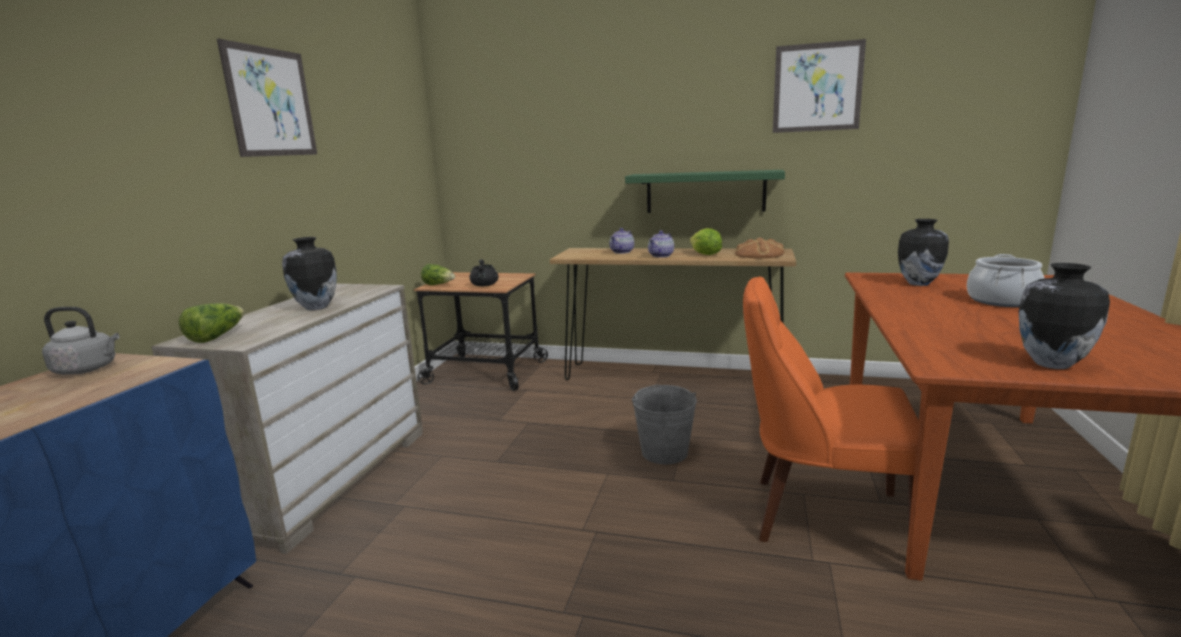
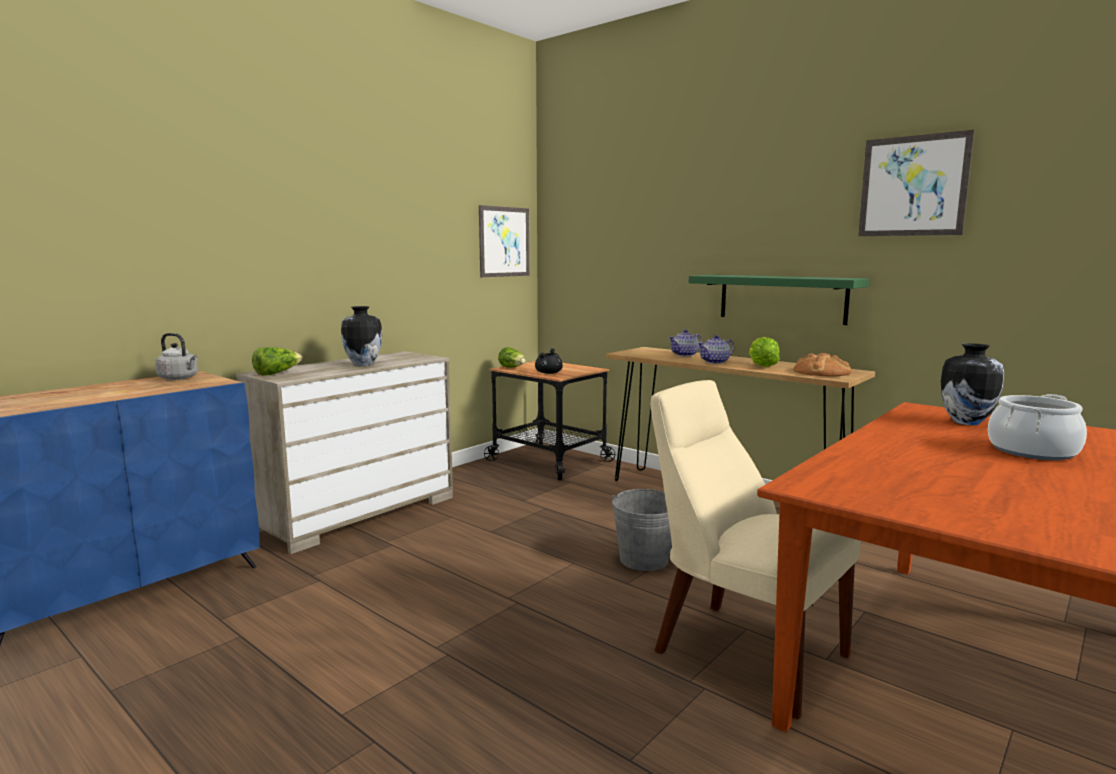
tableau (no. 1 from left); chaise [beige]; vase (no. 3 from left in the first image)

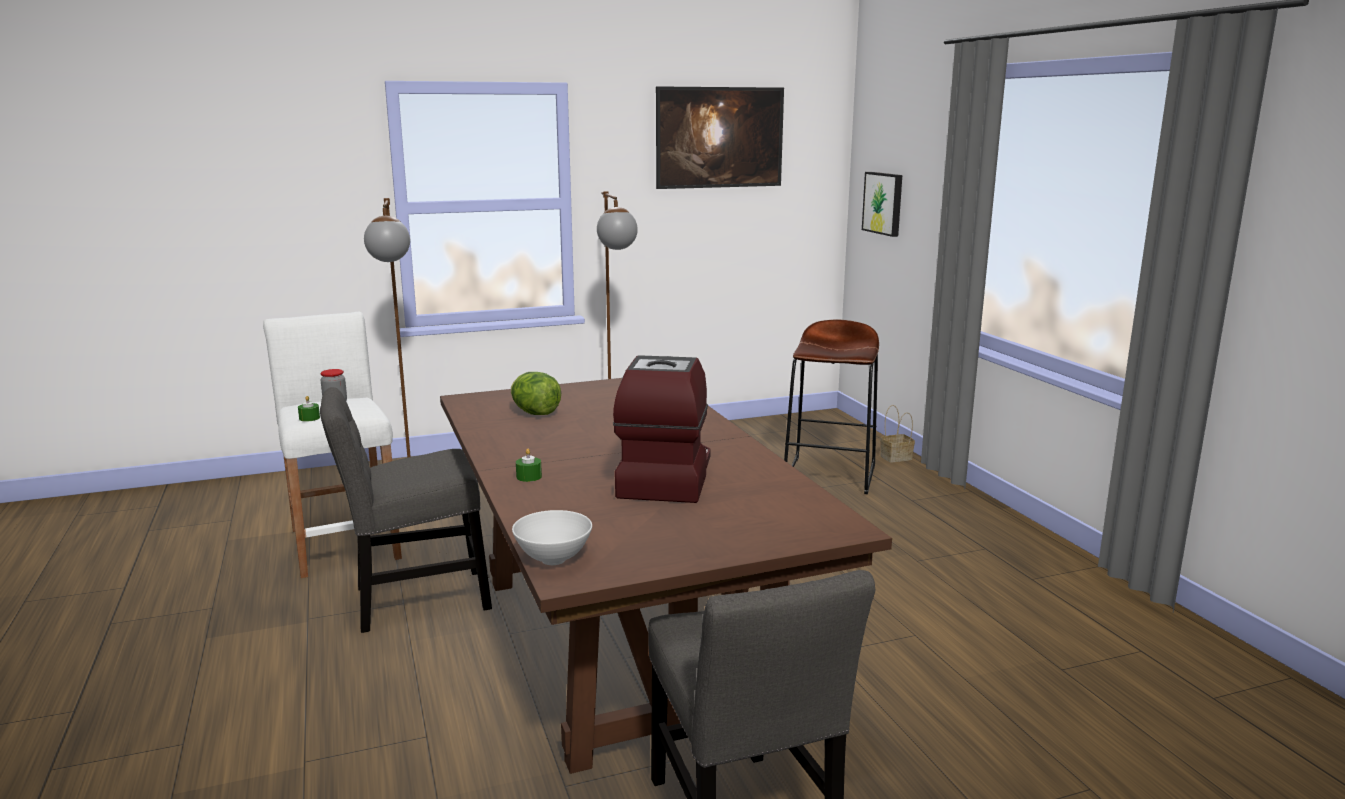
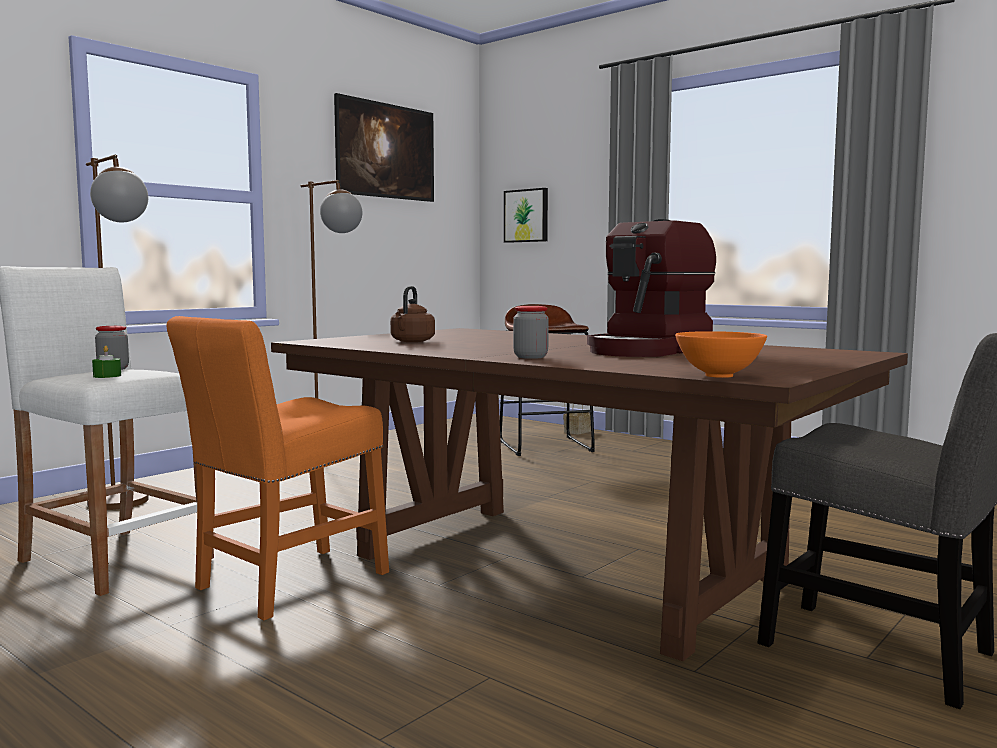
chaise [orange]; bouilloire [marron]; bocal (no. 2 from left); machine à café; bol [orange]

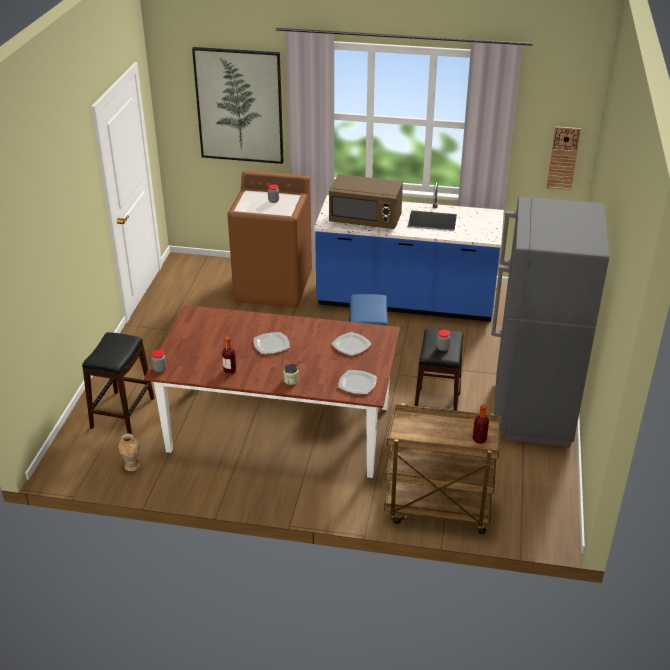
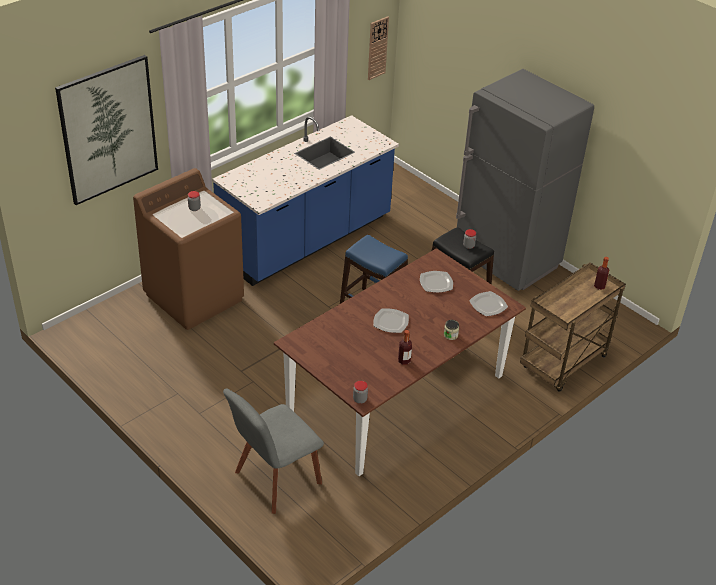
chaise [gris]; vase; micro-ondes [marron]

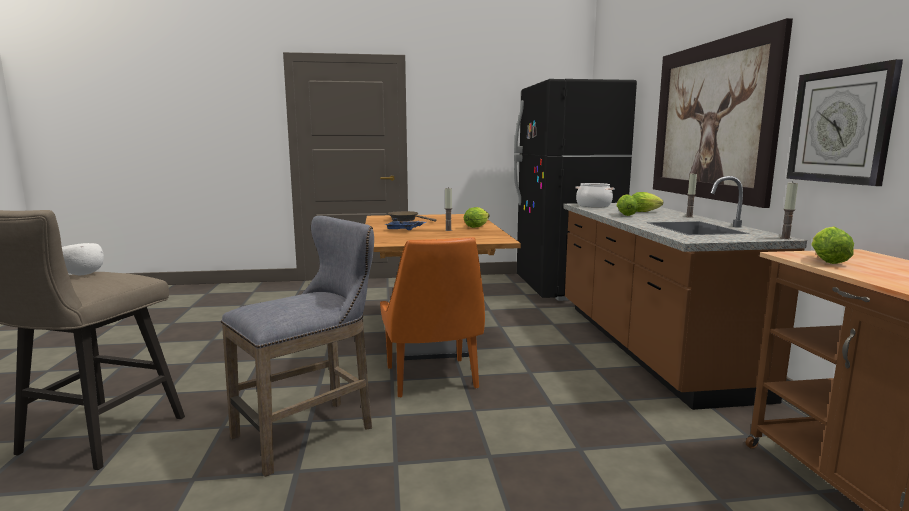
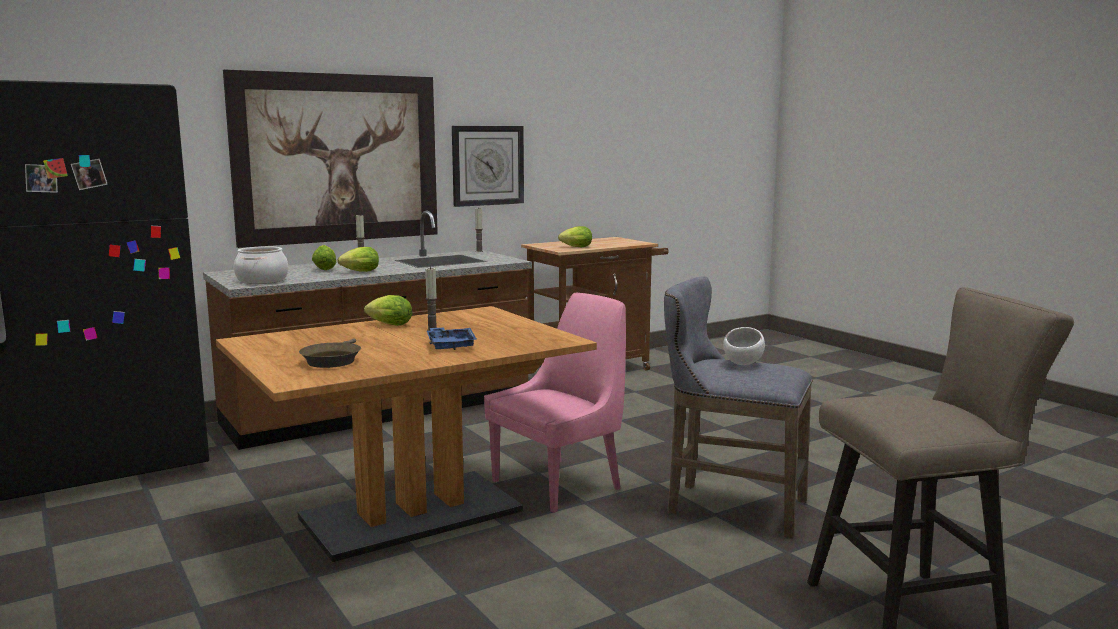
chaise [rose]; bol [blanc]

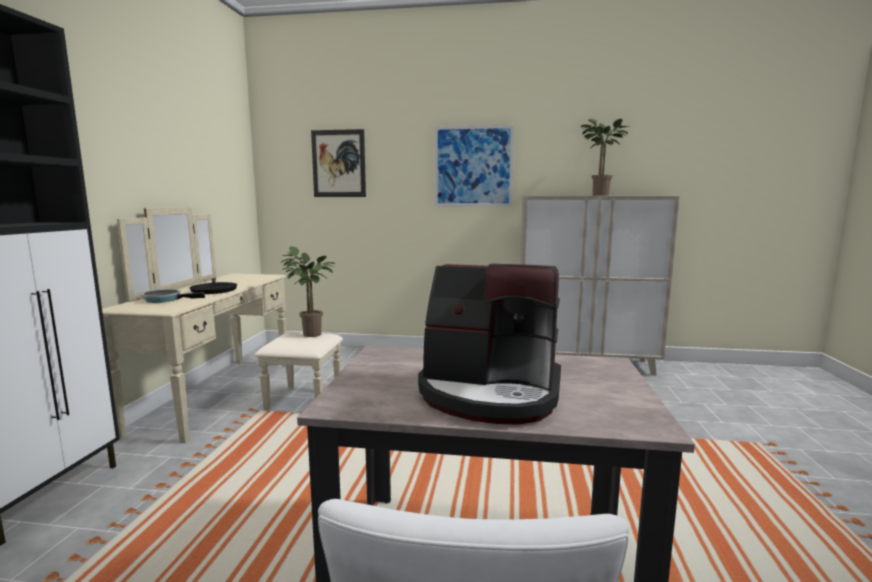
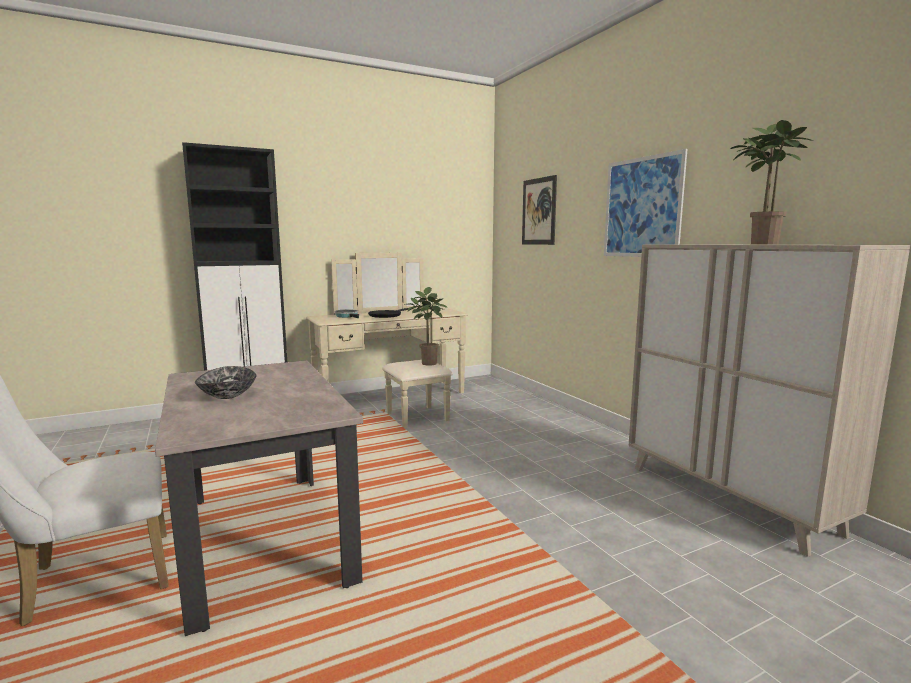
bol

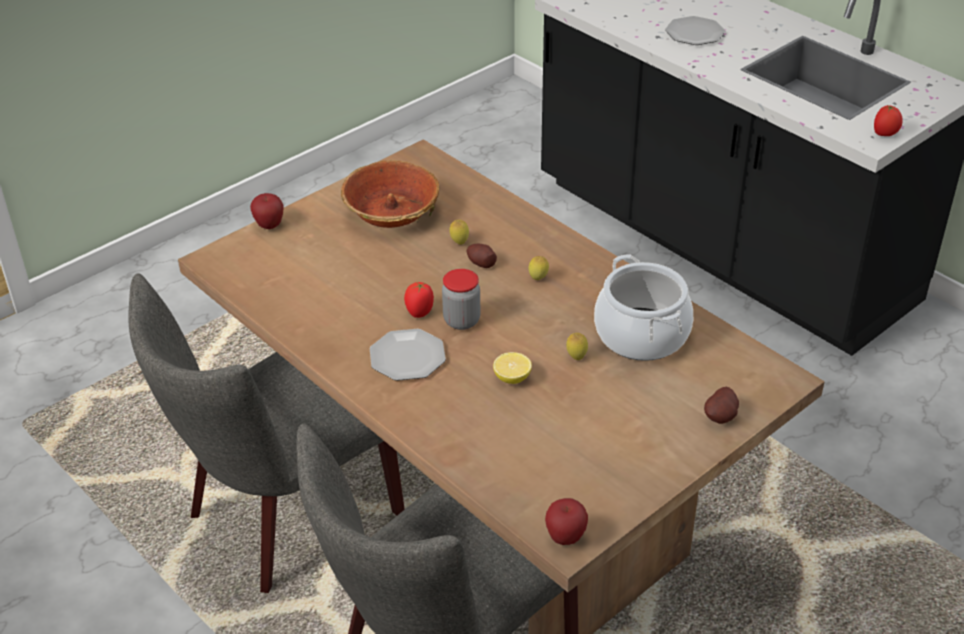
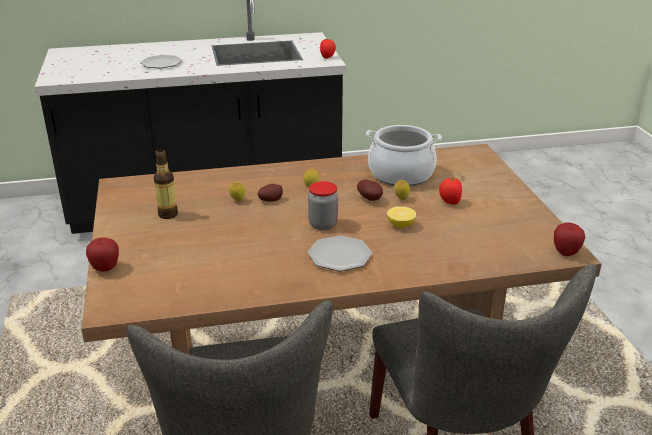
bouteille; pomme de terre (no. 2 from left); tomate (no. 2 from left)

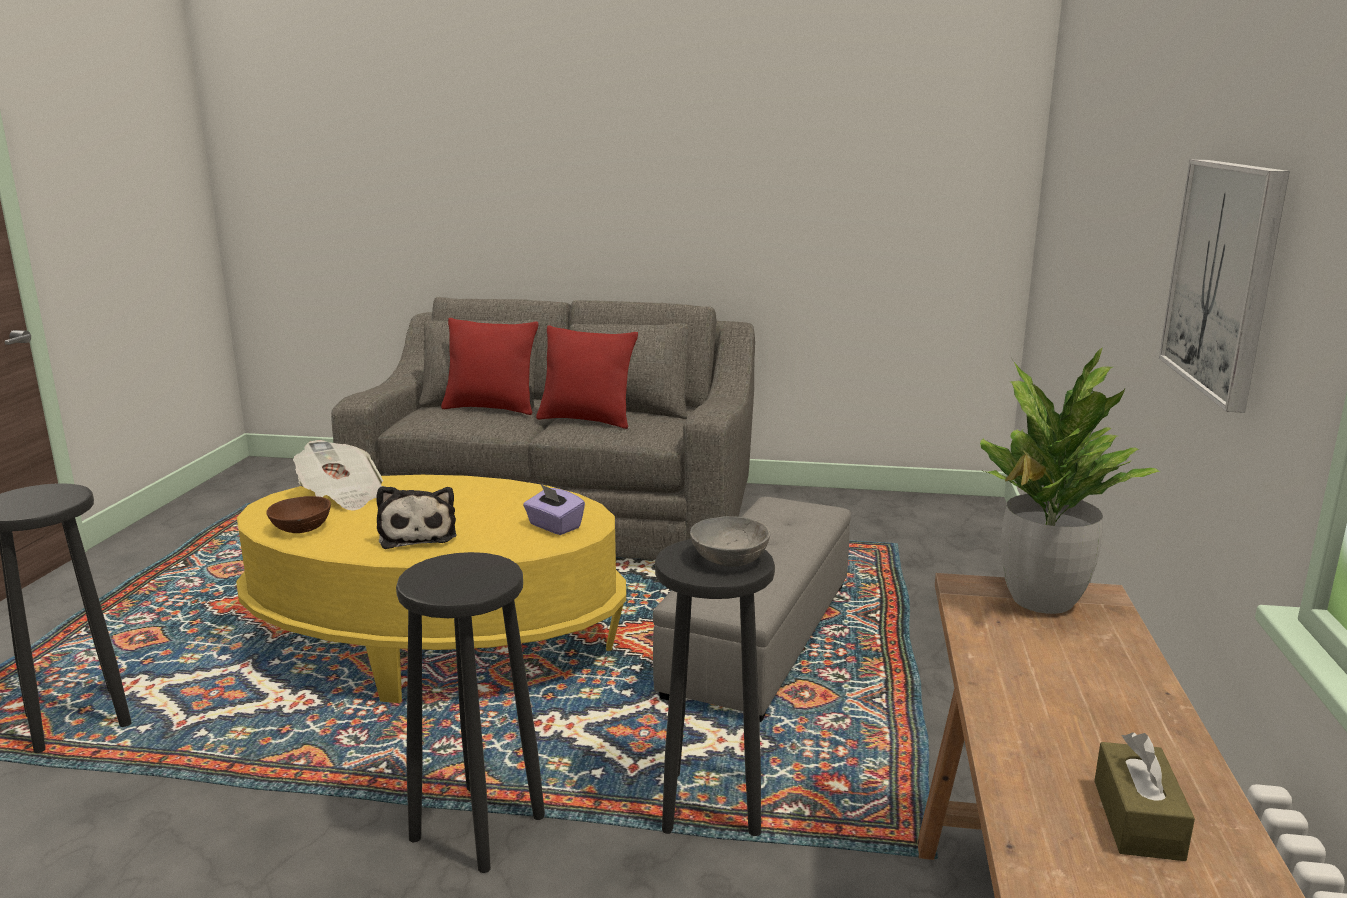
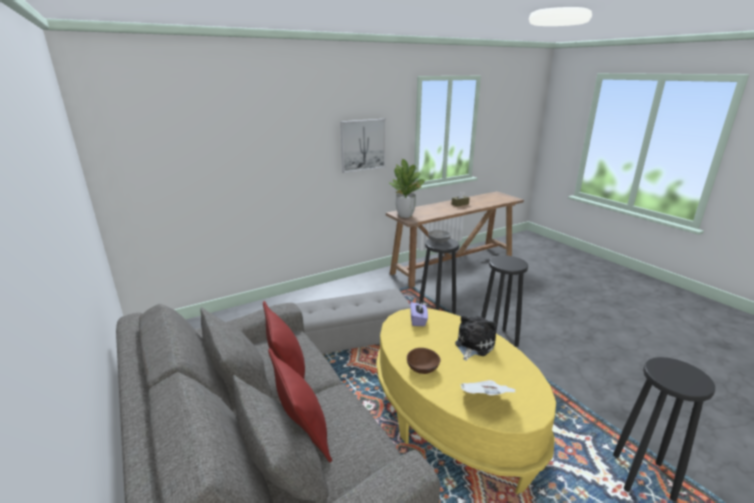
bol [marron]

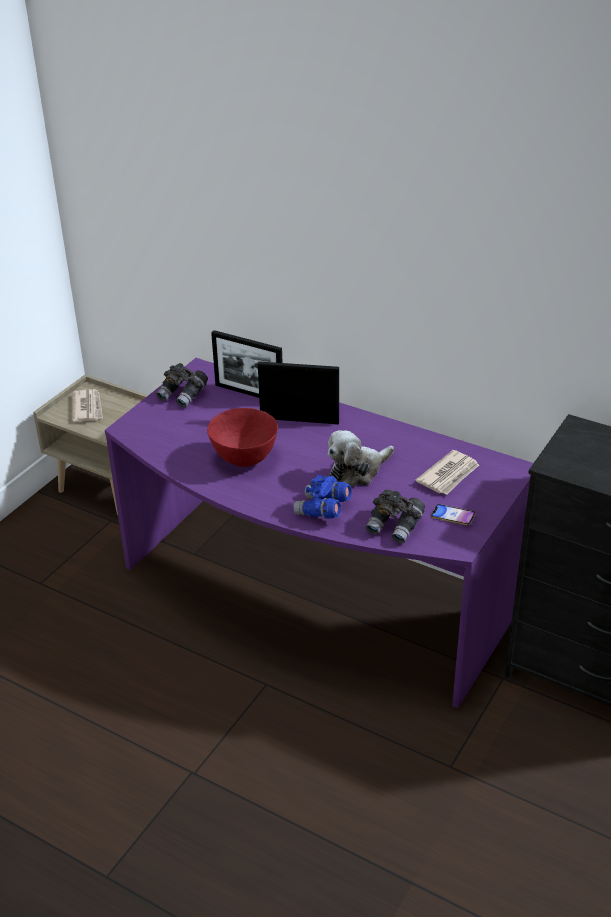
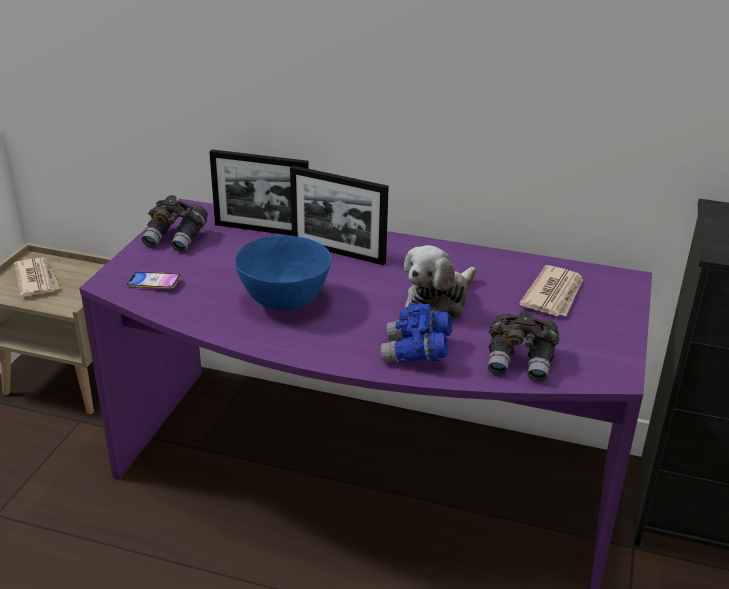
téléphone; bol [bleu]; cadre photo (no. 2 from left)

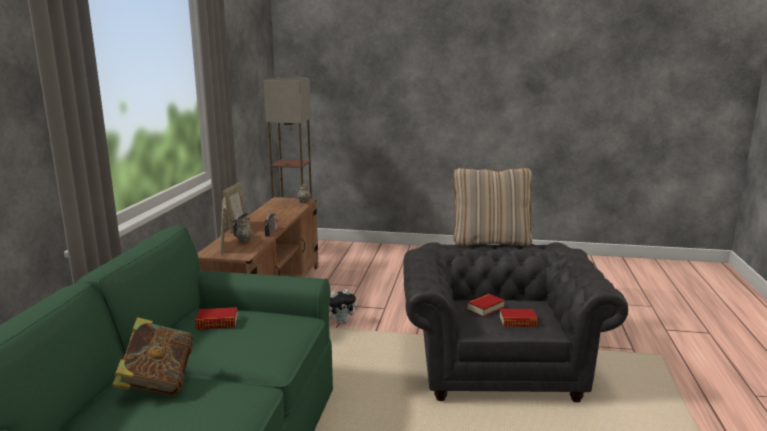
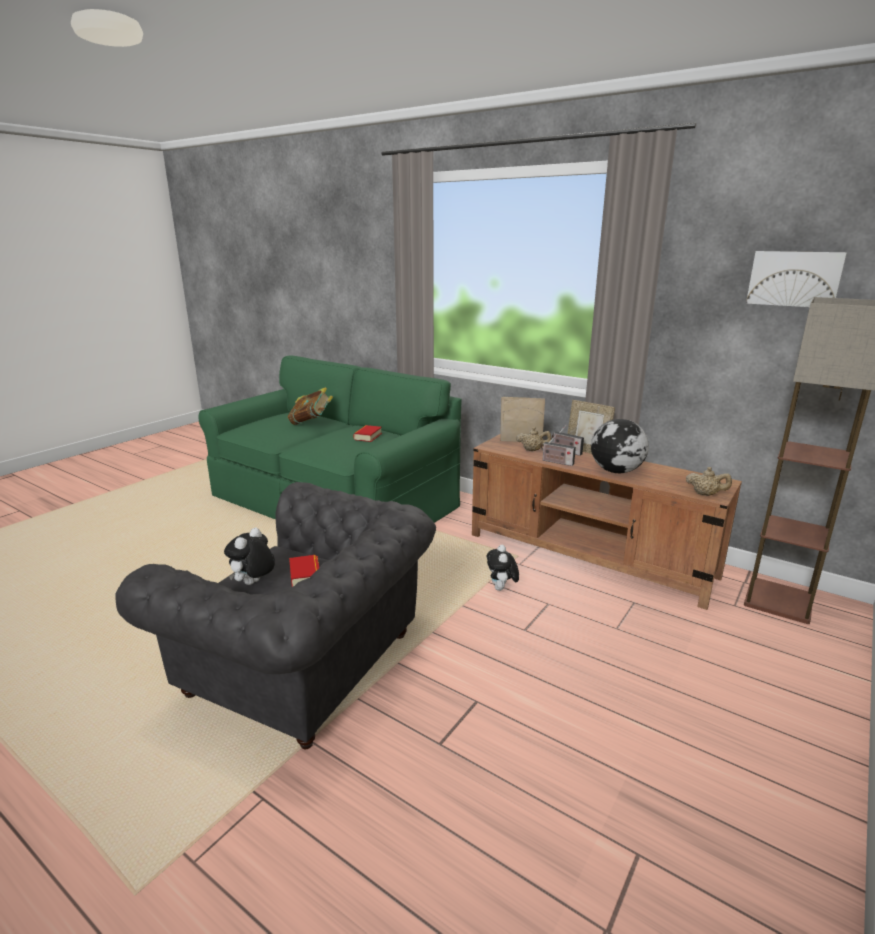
peluche (no. 1 from left); globe; tableau; coussin [beige]

